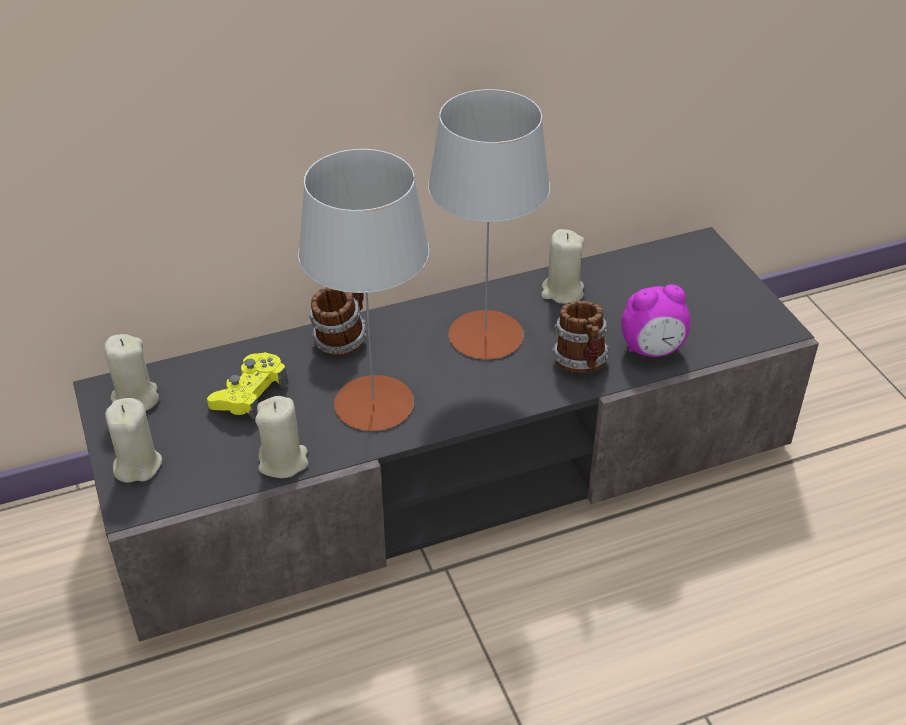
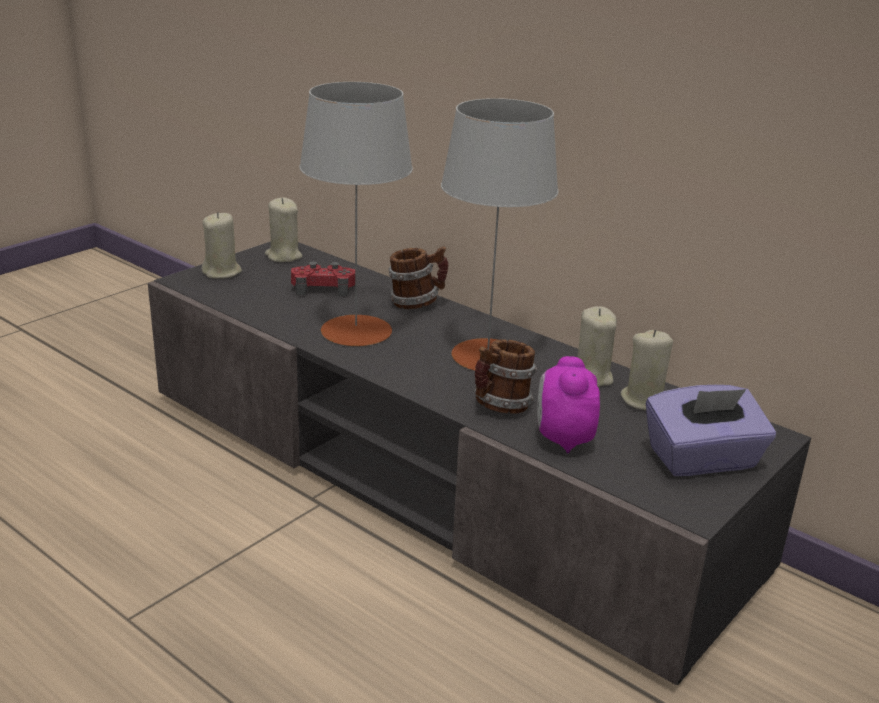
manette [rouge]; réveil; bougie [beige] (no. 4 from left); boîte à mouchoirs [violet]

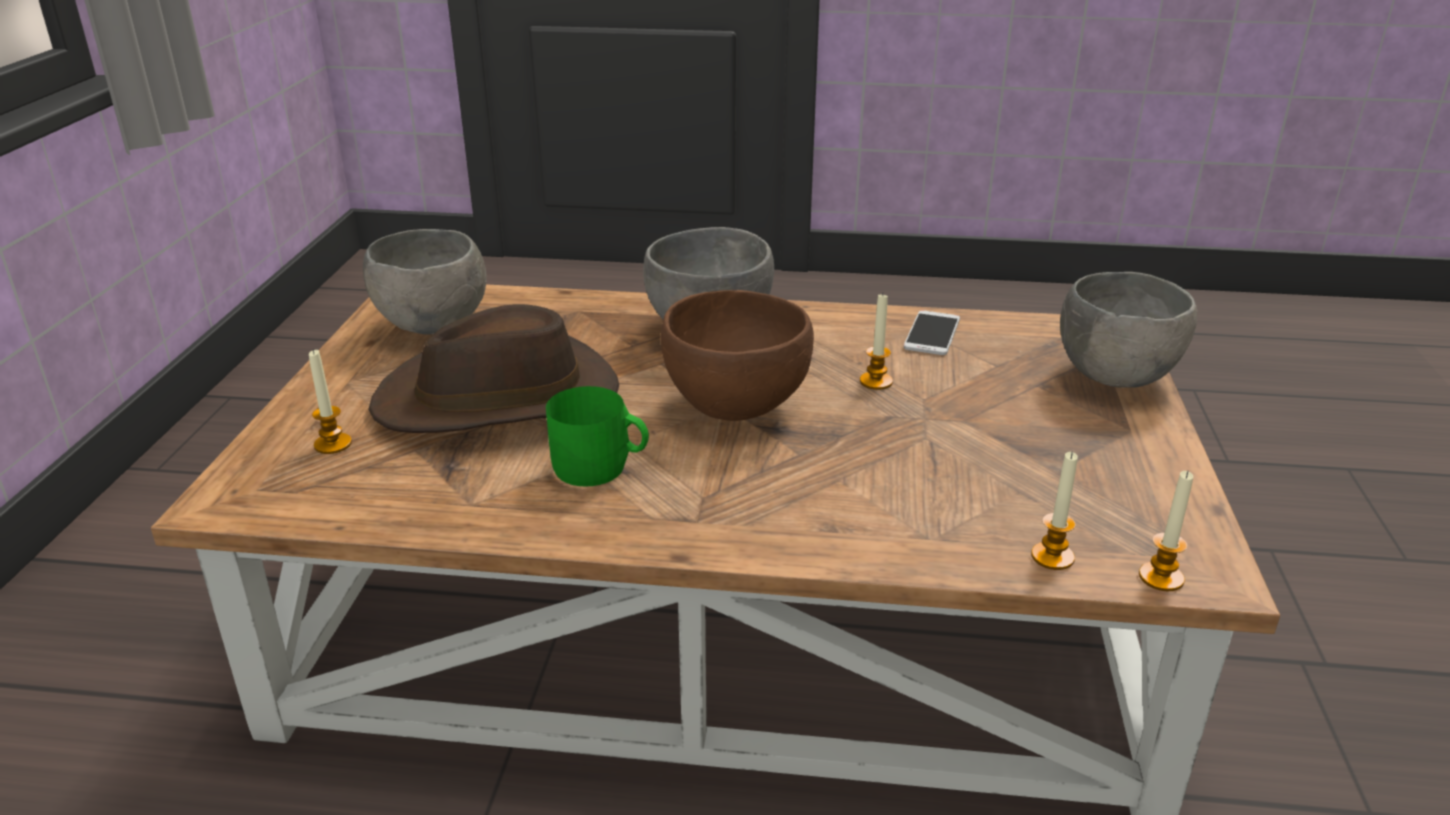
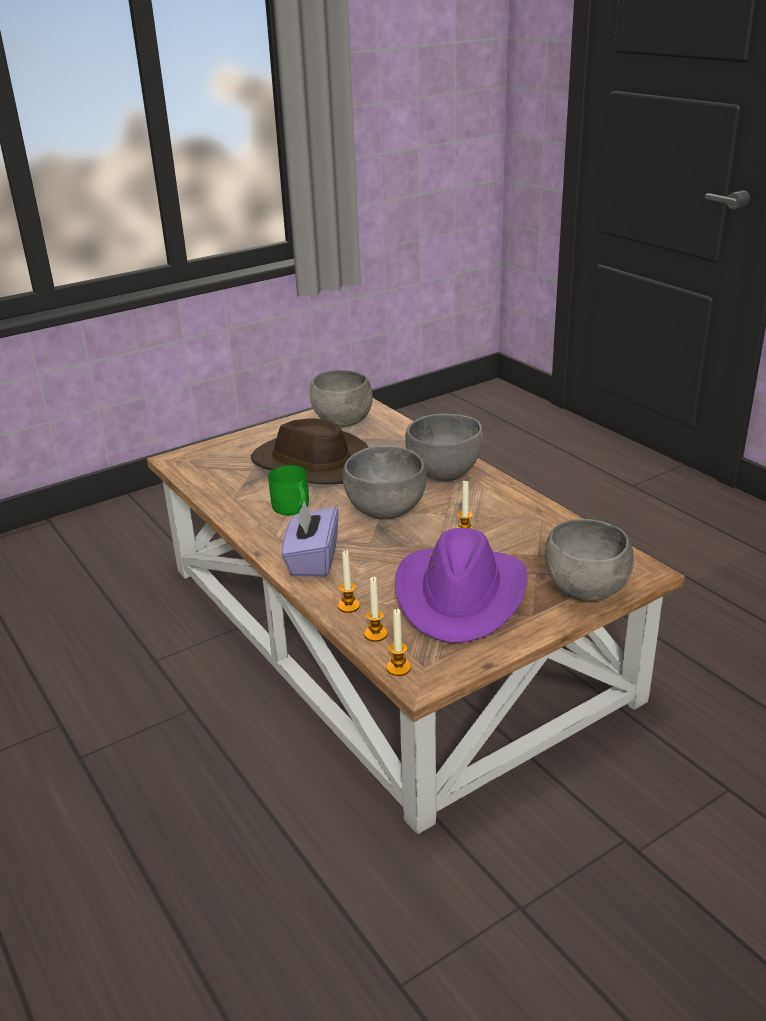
boîte à mouchoirs [violet]; bougie (no. 1 from left); bol [gris] (no. 2 from left); chapeau [violet]; téléphone

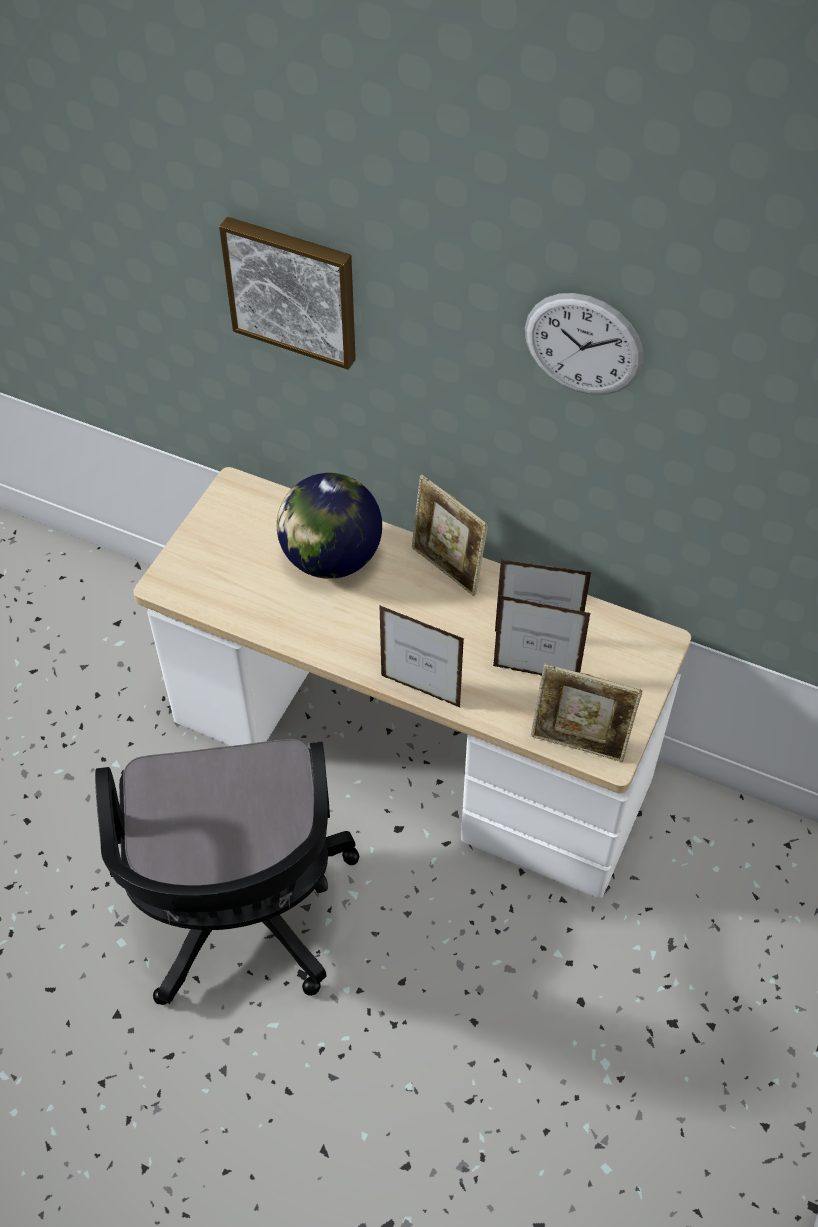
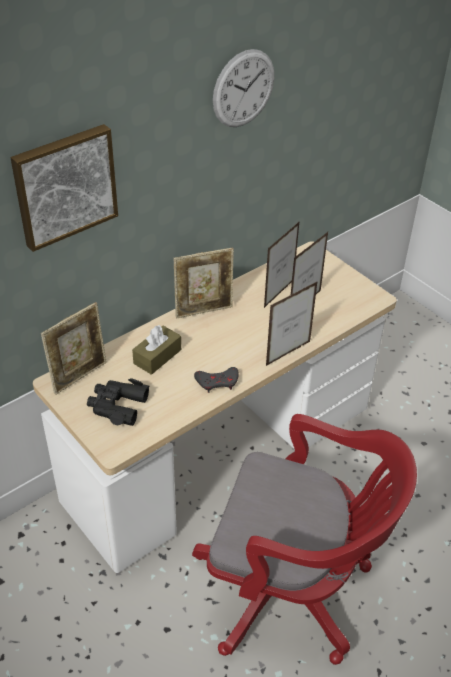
cadre photo (no. 1 from left); jumelles [noir]; boîte à mouchoirs [marron]; chaise de bureau [rouge]; manette [gris]

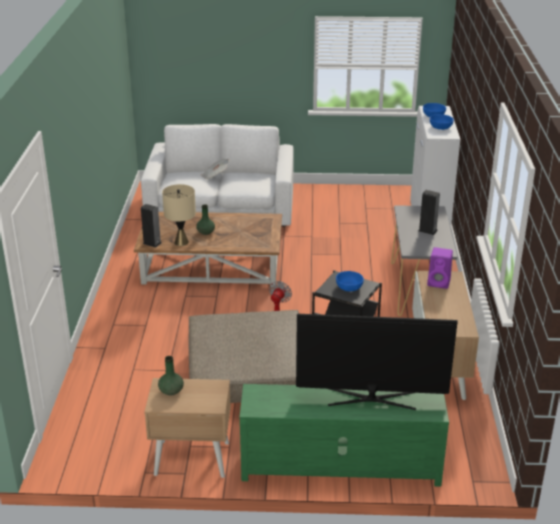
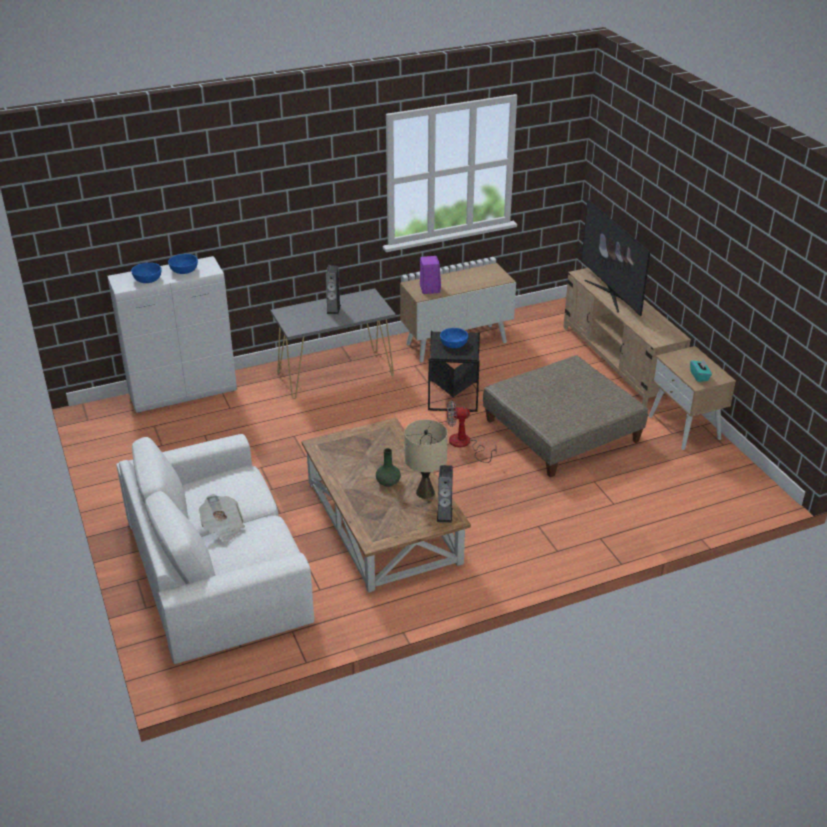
meuble télé [beige]; boîte à mouchoirs [turquoise]

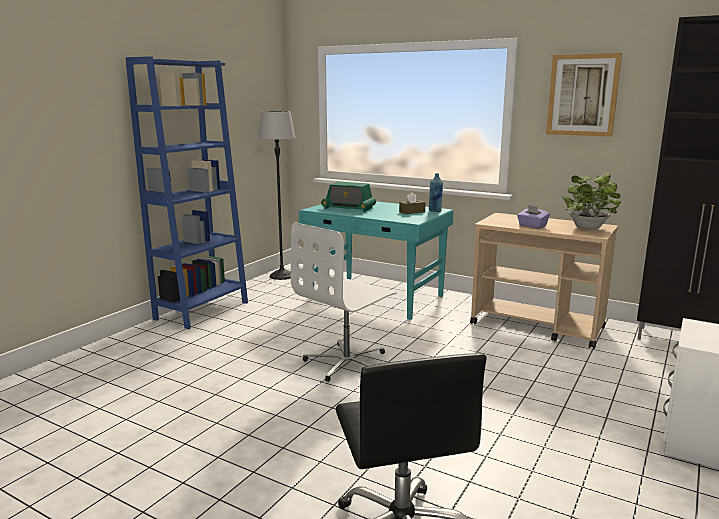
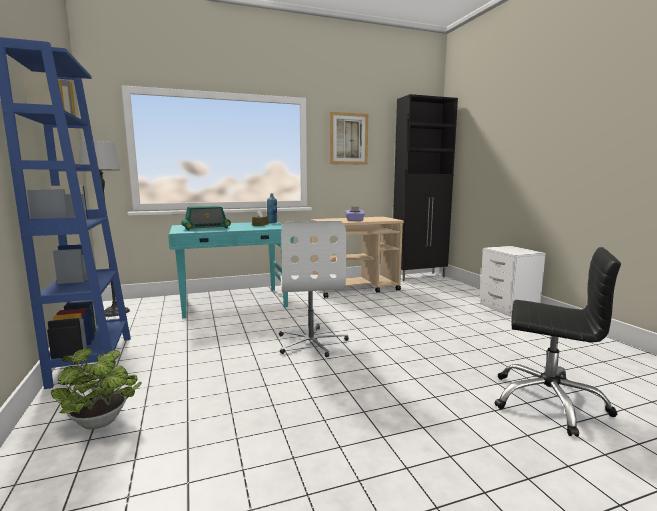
plante en pot

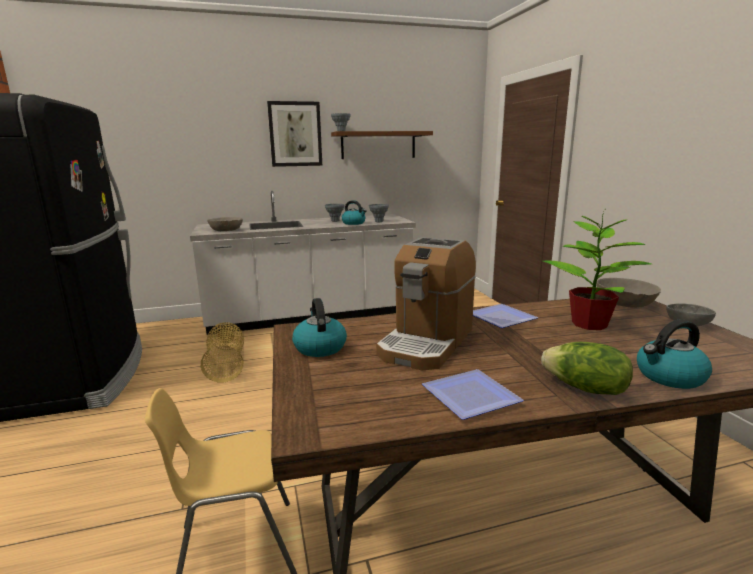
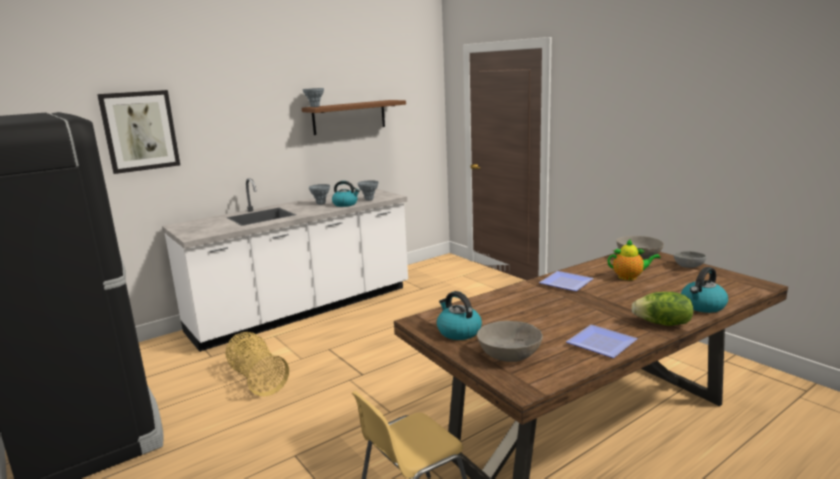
tableau; bol [gris] (no. 1 from left); théière; machine à café

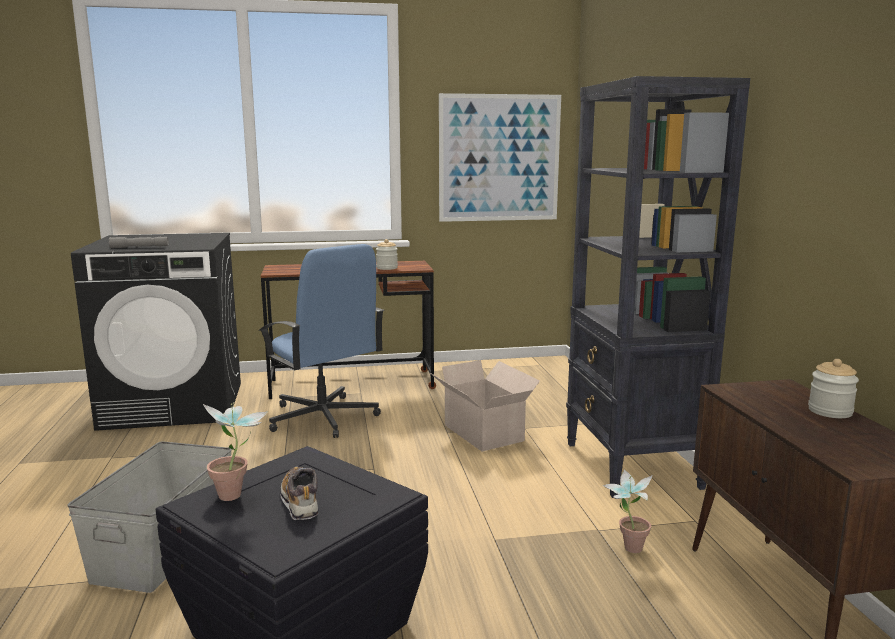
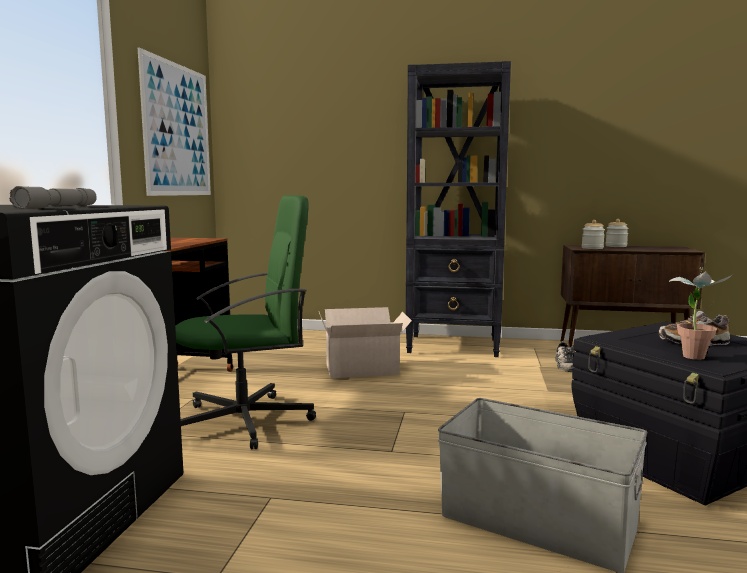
chaise de bureau [vert]; chaussure (no. 1 from left); bocal (no. 1 from left)

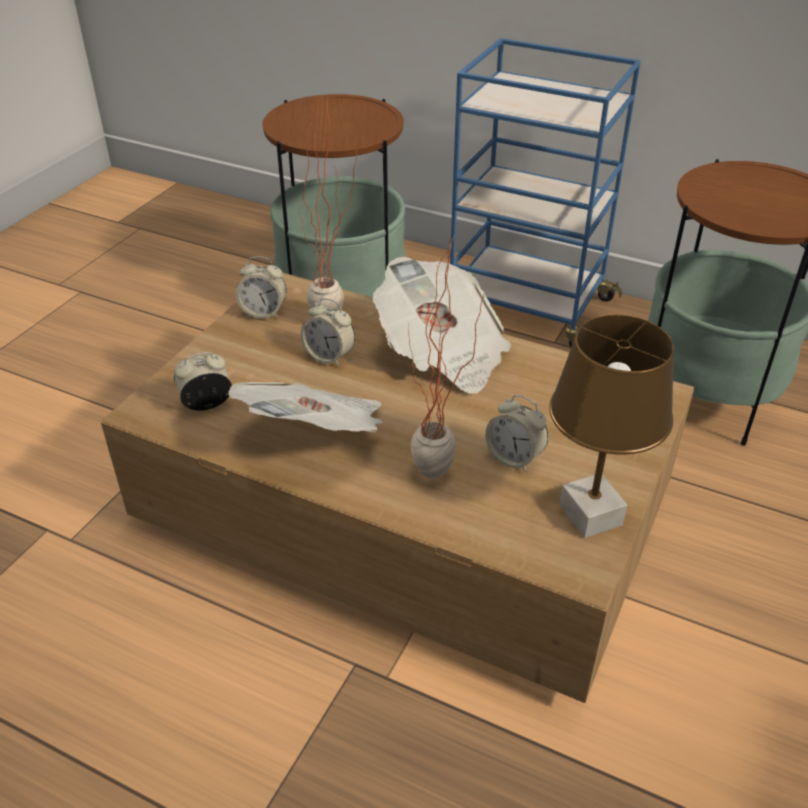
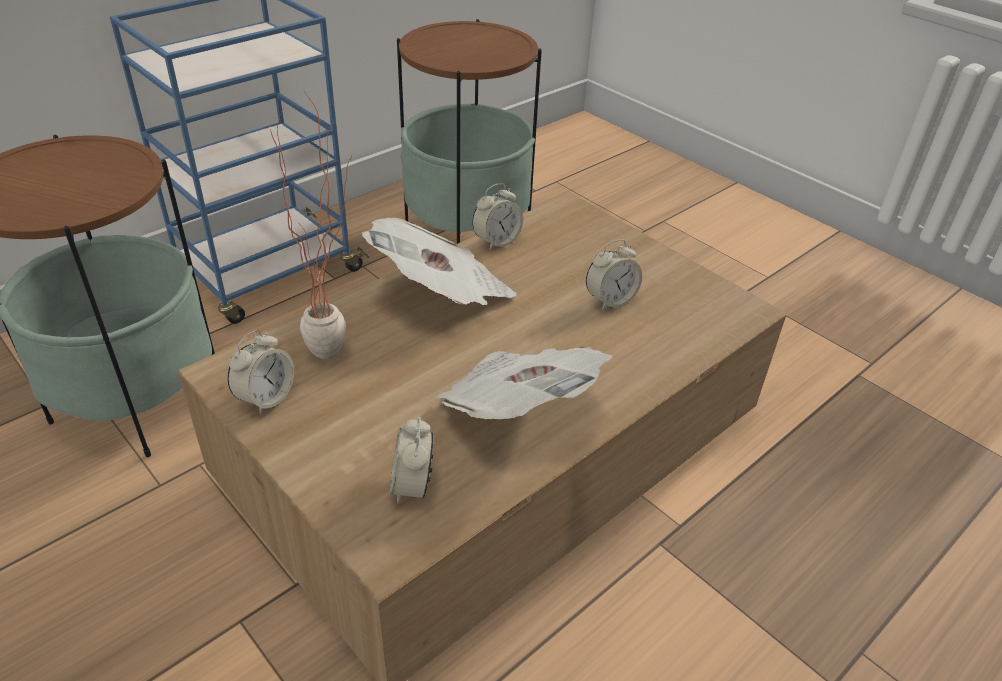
réveil (no. 3 from left); plante en pot (no. 2 from left in the first image); lampe de table [marron]

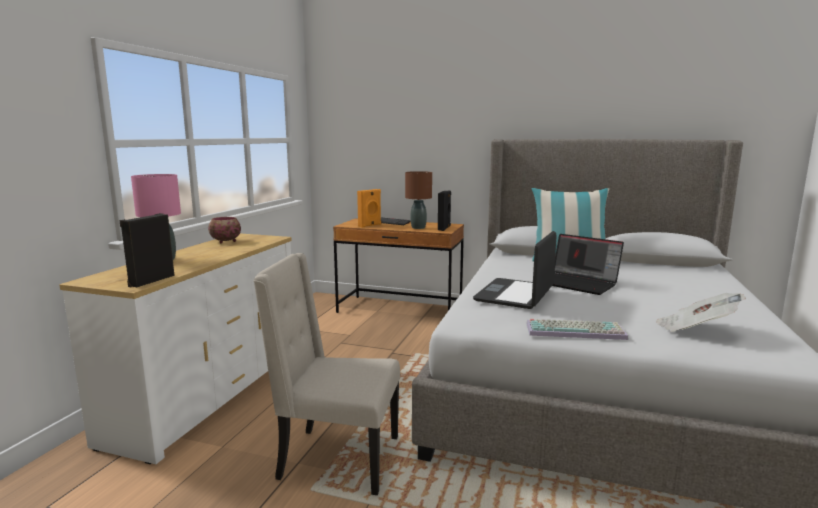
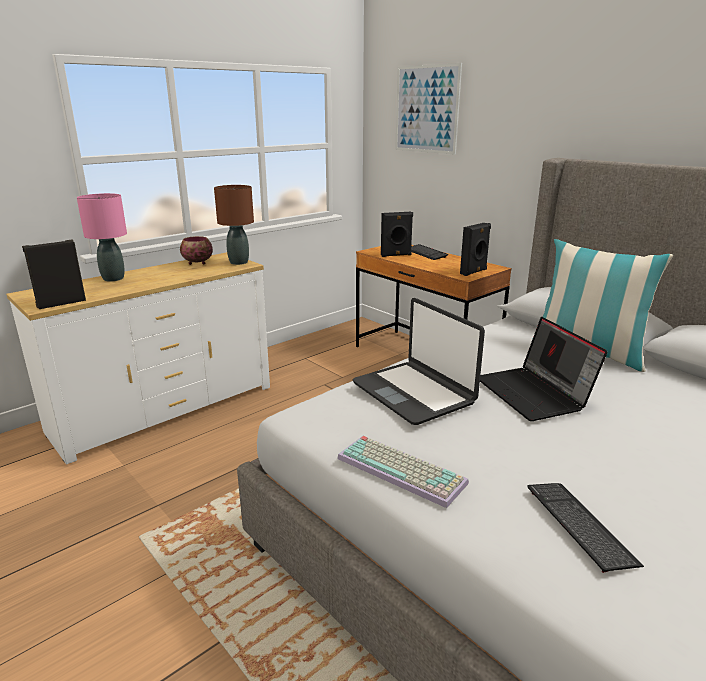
lampe de table [marron]; ordinateur portable (no. 1 from left); enceinte [noir] (no. 2 from left); tableau; clavier (no. 3 from left); chaise [beige]

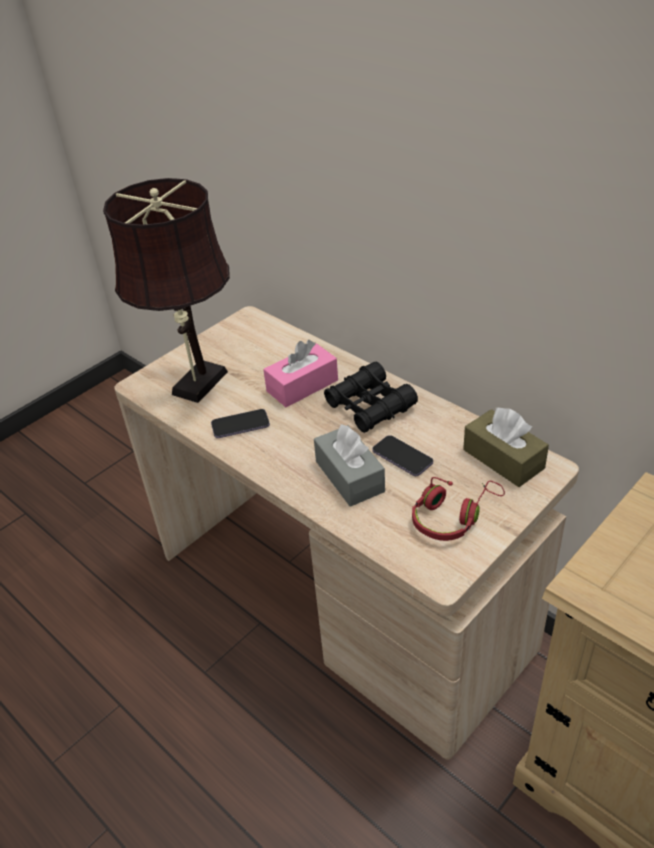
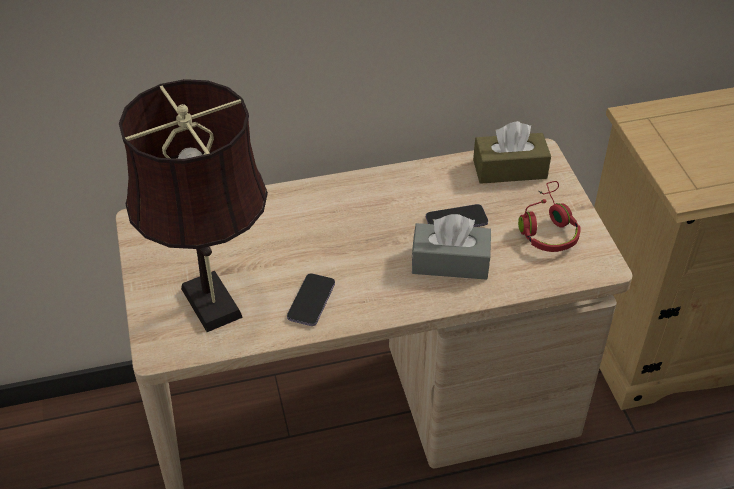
boîte à mouchoirs [rose]; jumelles [noir]

